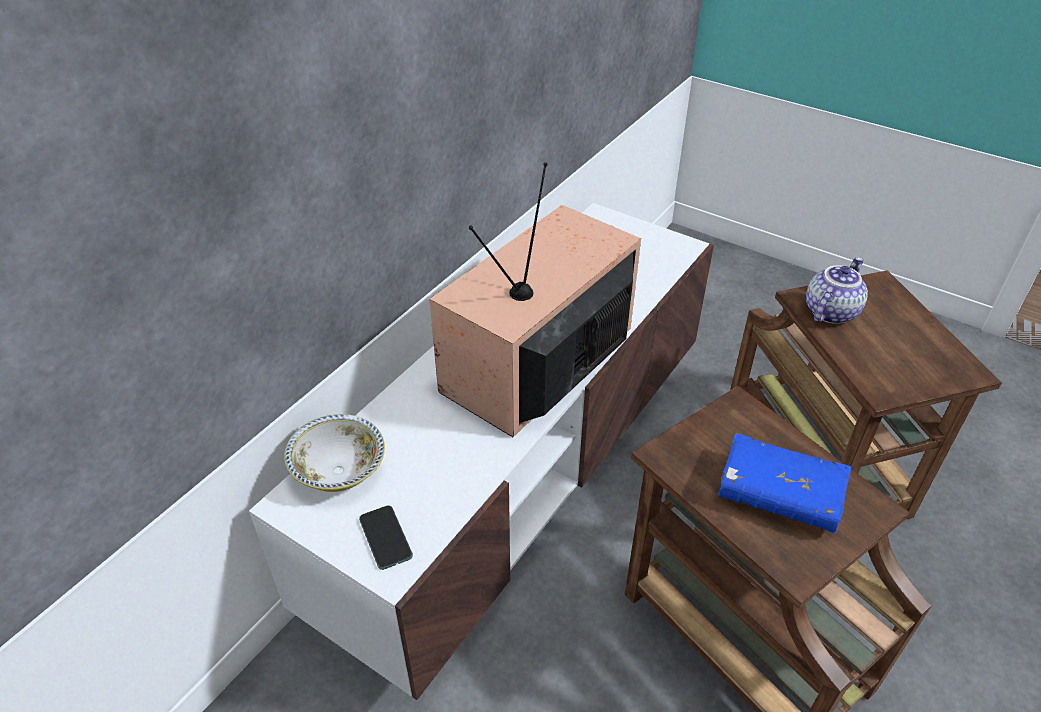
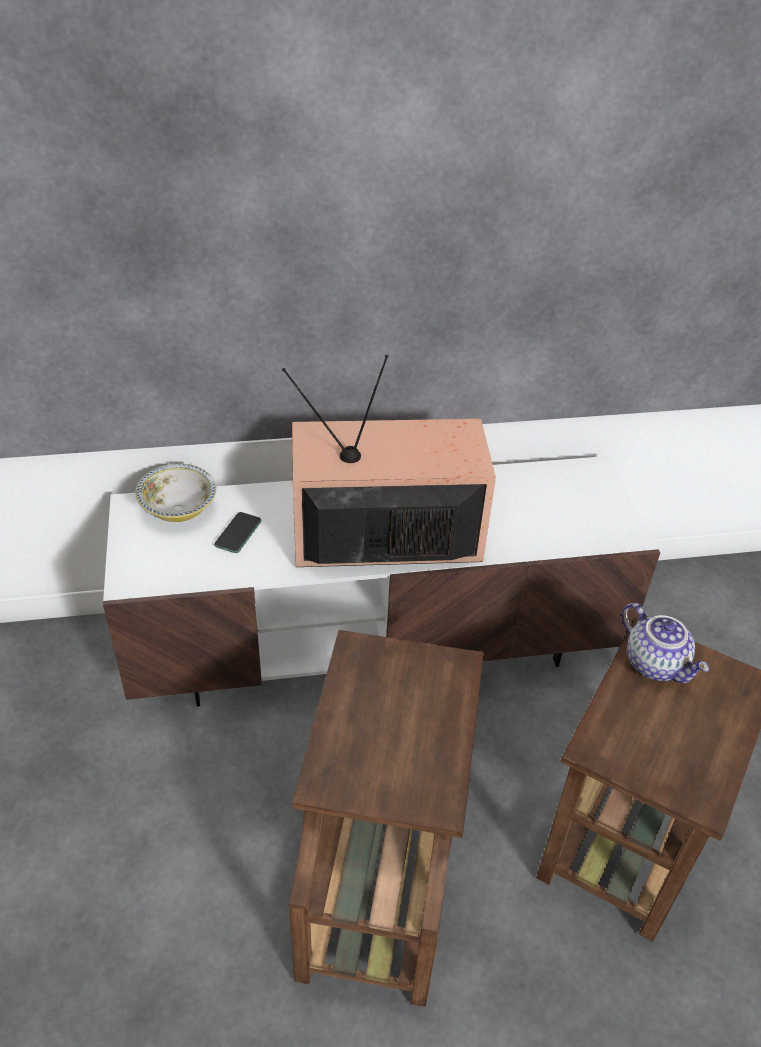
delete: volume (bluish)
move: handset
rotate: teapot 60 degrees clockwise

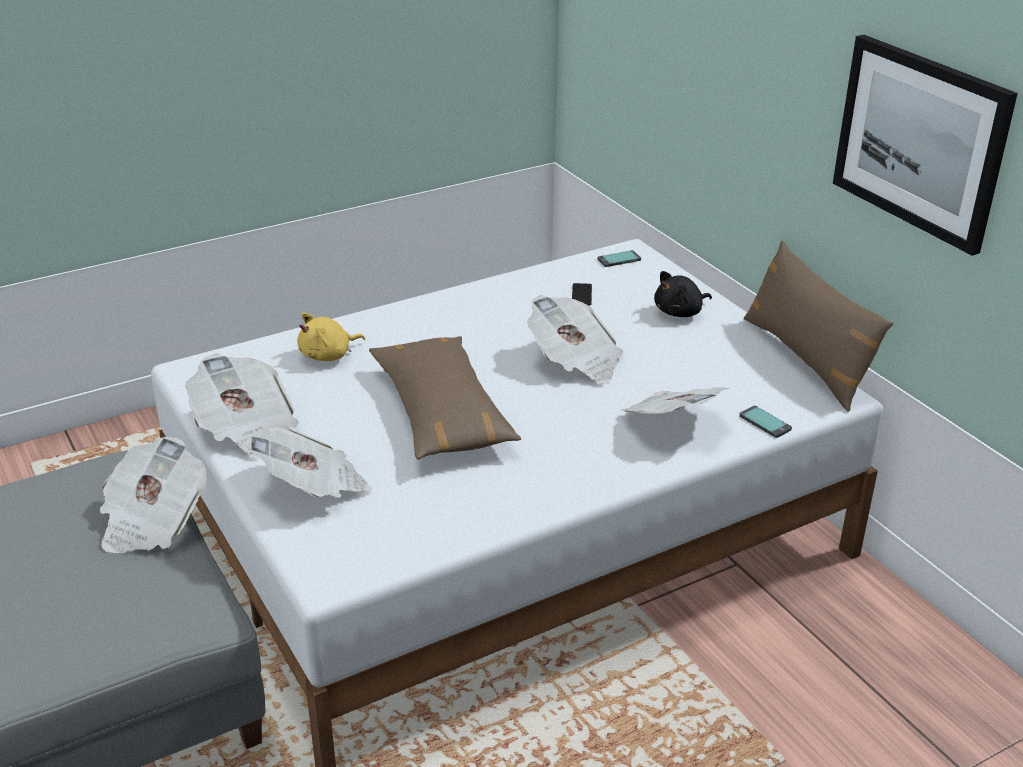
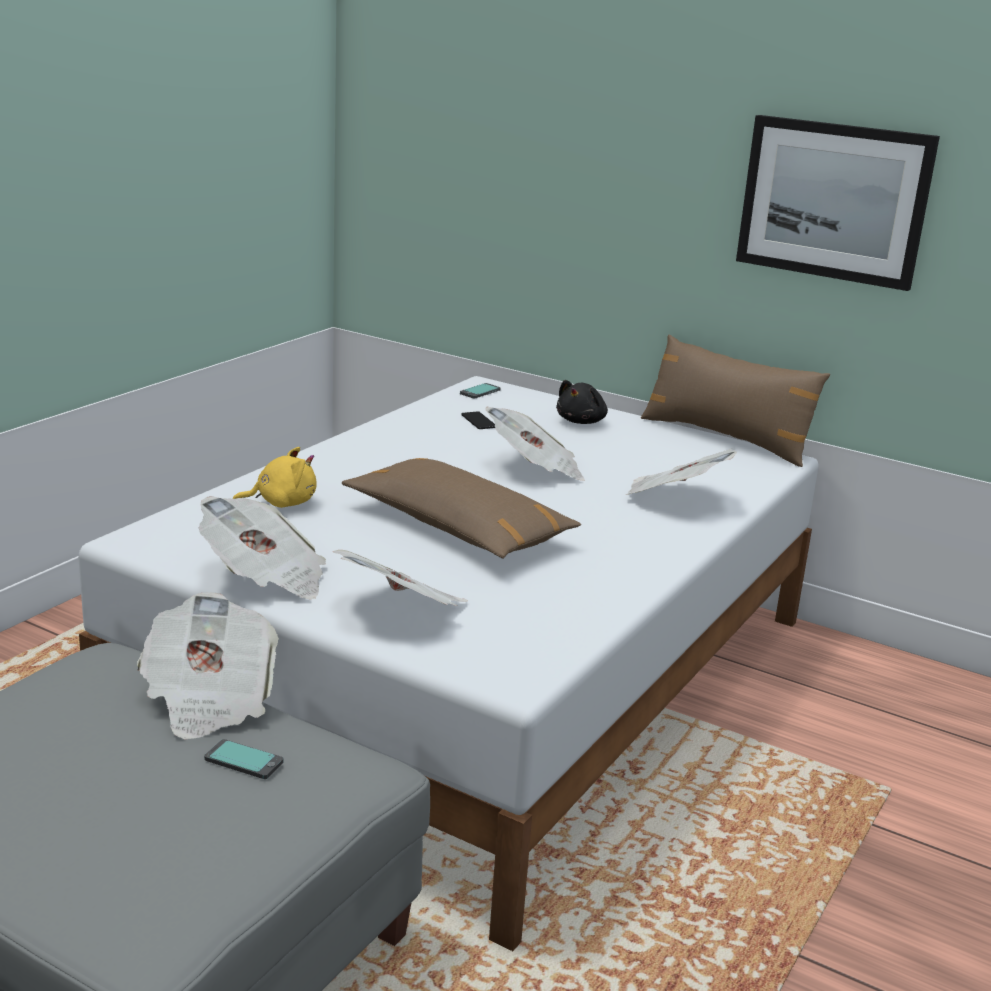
move: handset (3rd from left in the first image) to handset (1st from left)
rotate: cuddly toy (yellow) 135 degrees counterclockwise

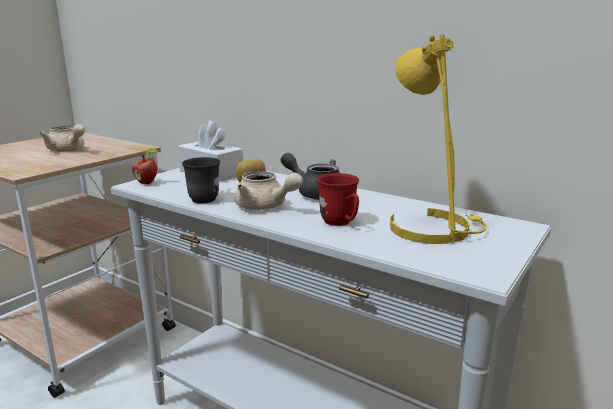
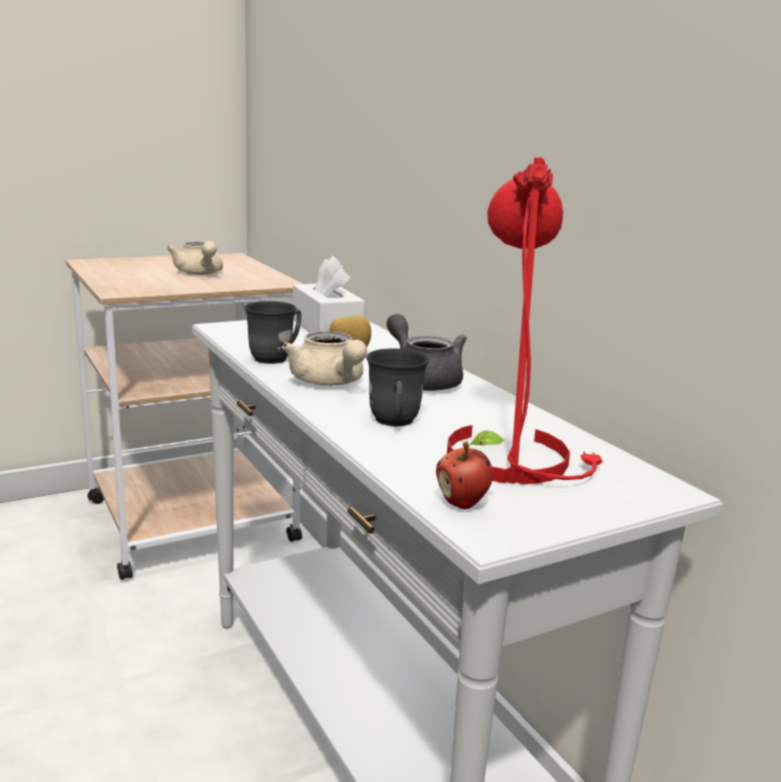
move: apple (1st from left in the first image) to apple (2nd from left)
recolor: tea mug (red-coloured) to tea mug (grey) (2nd from left); lamp for a table (yellow) to lamp for a table (red-coloured)

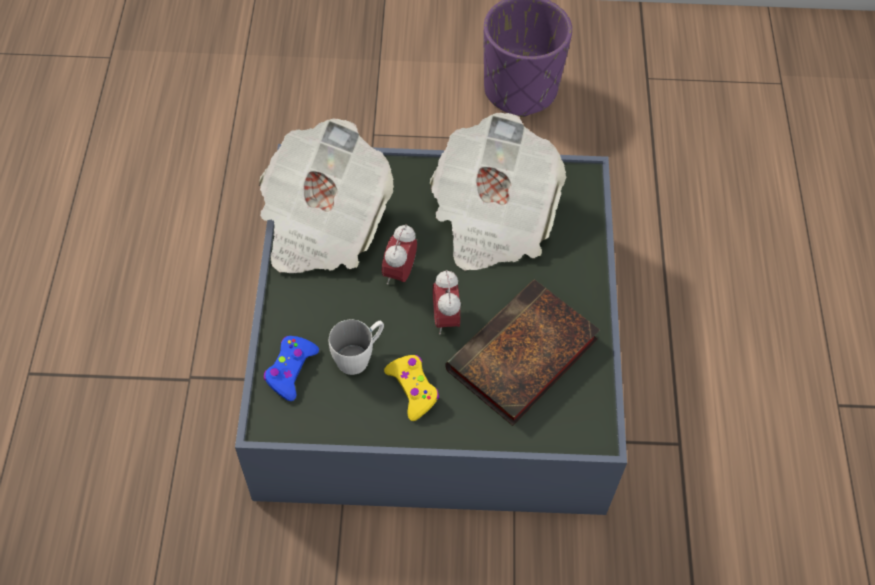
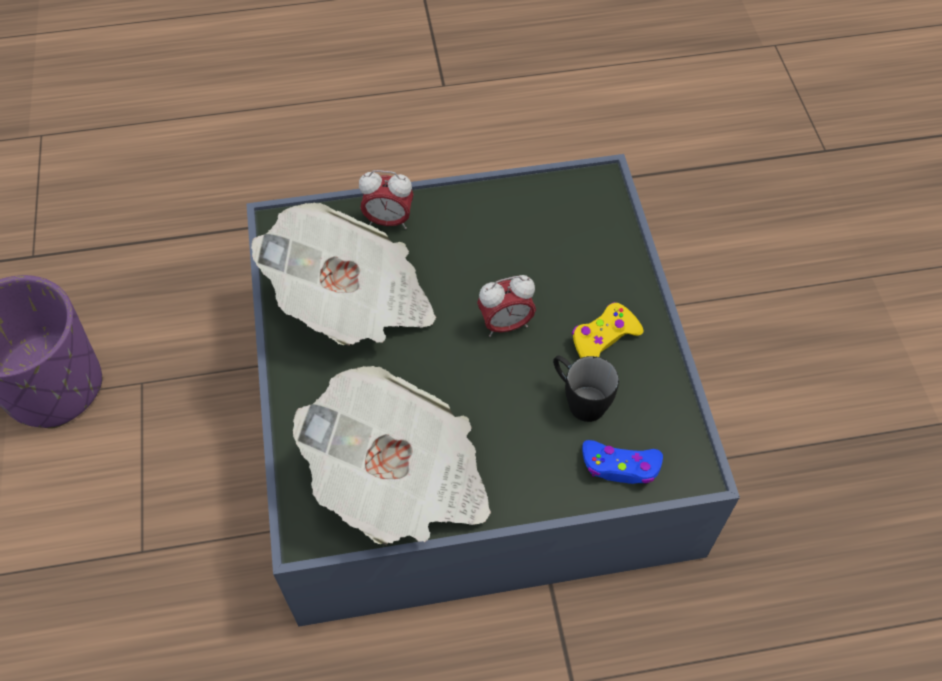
delete: volume
move: table clock (1st from left)
recolor: tea mug (white) to tea mug (black-coloured)

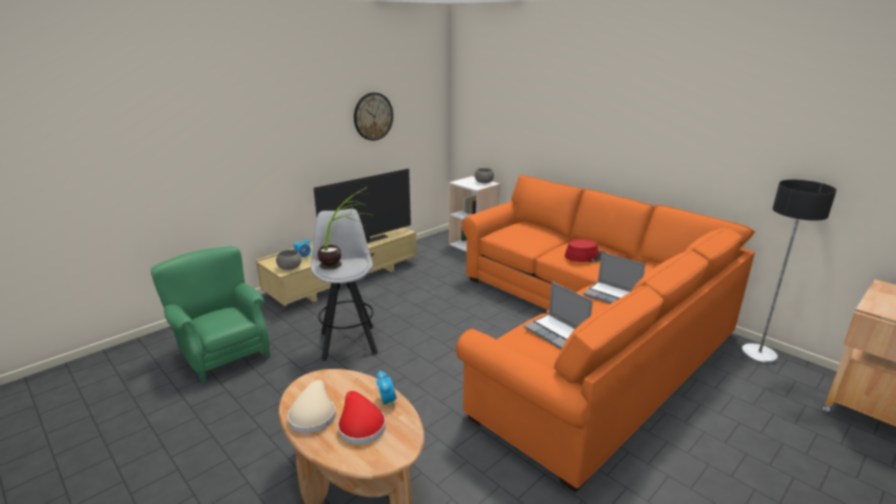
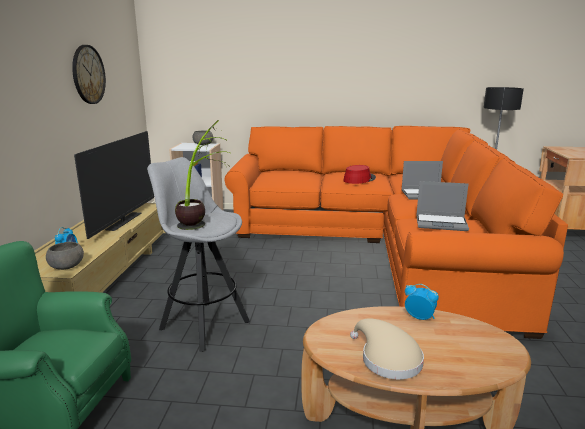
delete: clothing hat (red-coloured) (1st from left)

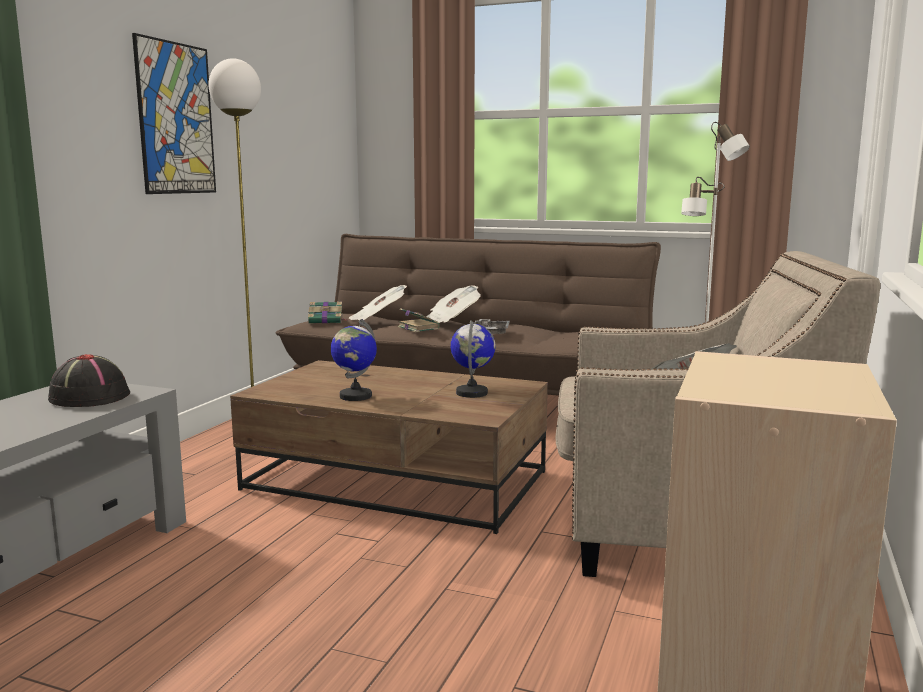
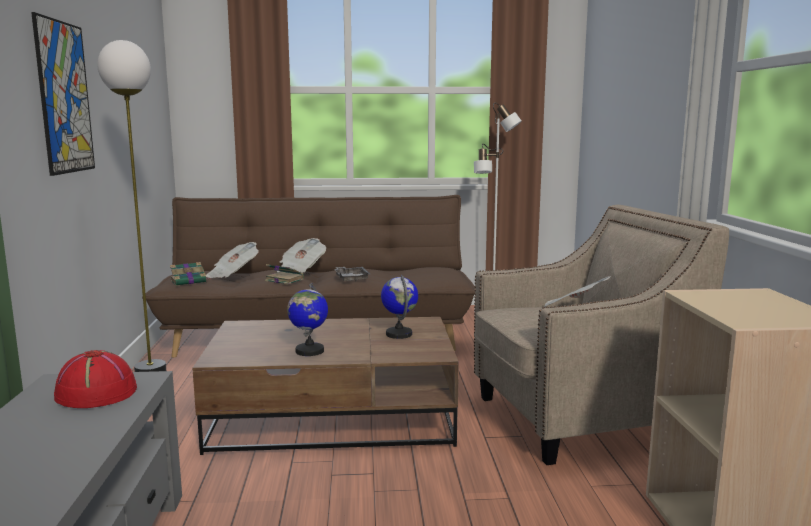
recolor: clothing hat (black-coloured) to clothing hat (red-coloured)

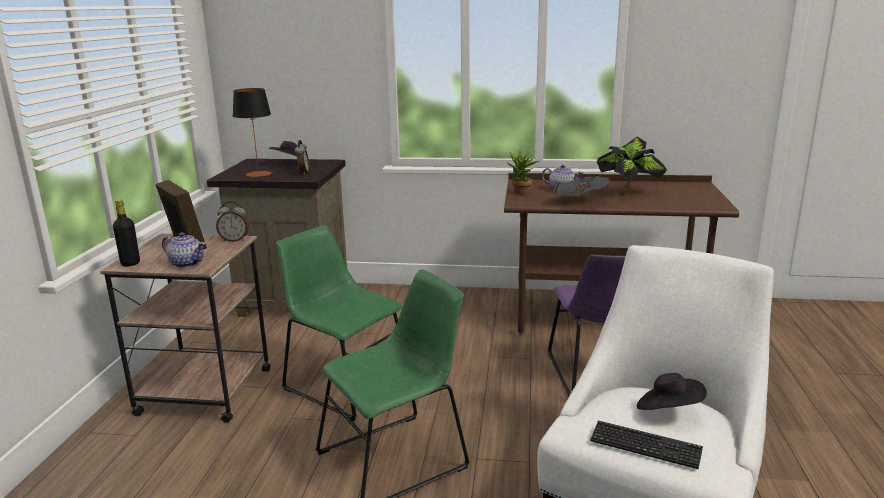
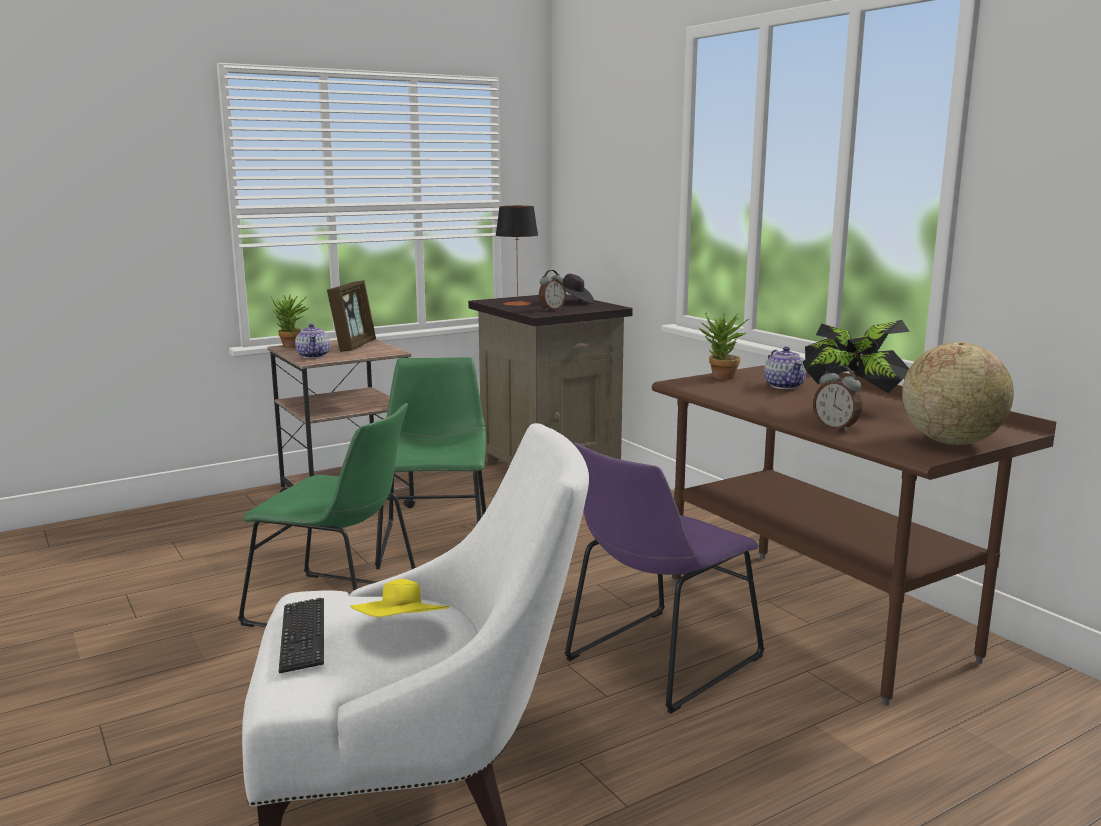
delete: printed paper
insert: globe
move: table clock (1st from left in the first image) to table clock (2nd from left)
replace: beverage bottle (black-coloured) to plant in a pot (1st from left)
recolor: clothing hat (black-coloured) (2nd from left) to clothing hat (yellow)

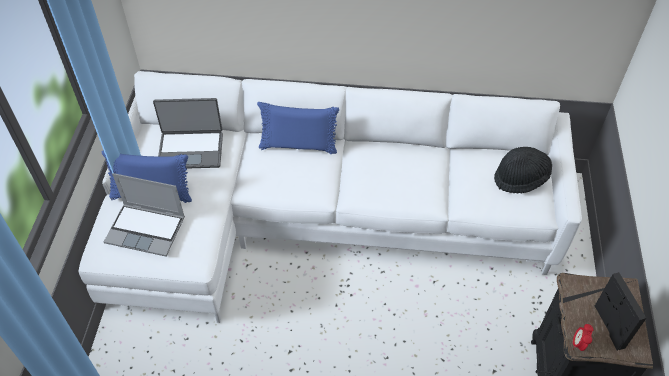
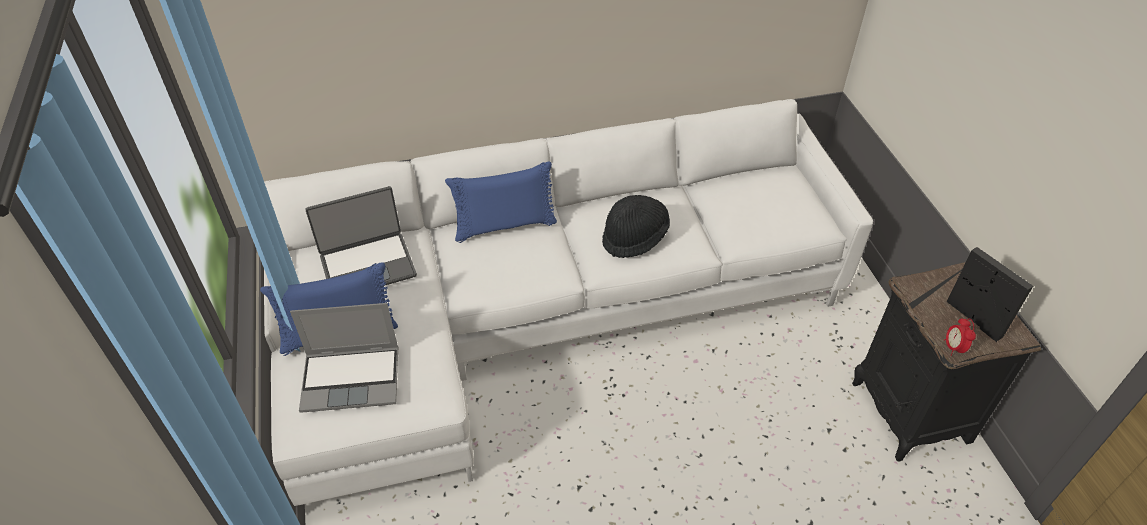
move: clothing hat (black-coloured)

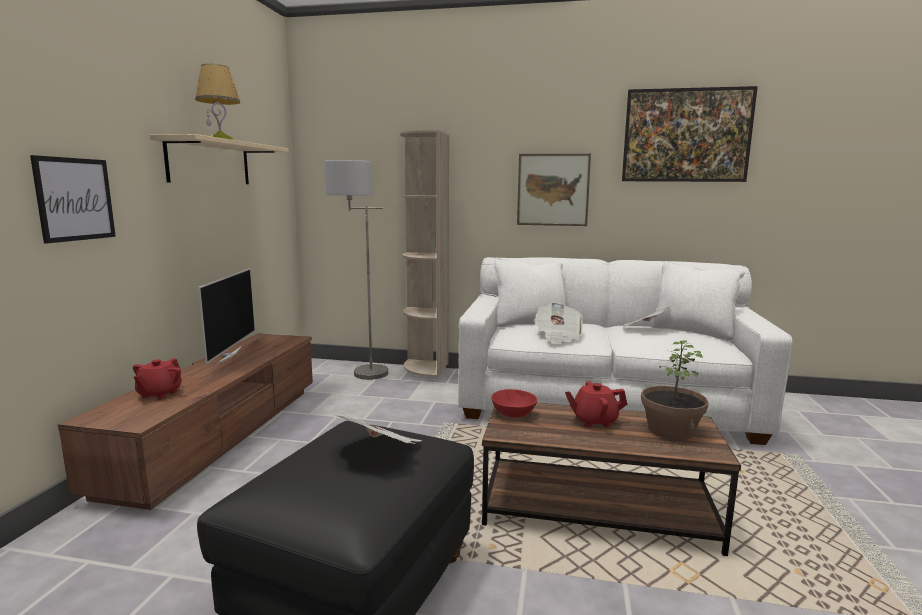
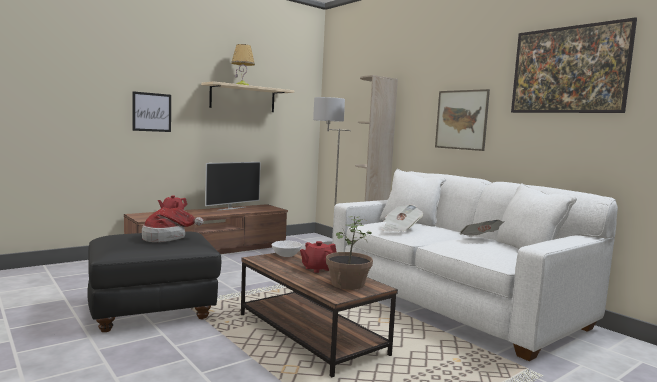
replace: printed paper (1st from left) to clothing hat
recolor: bowl (red-coloured) to bowl (white)
rotate: teapot (red-coloured) (2nd from left) 75 degrees counterclockwise

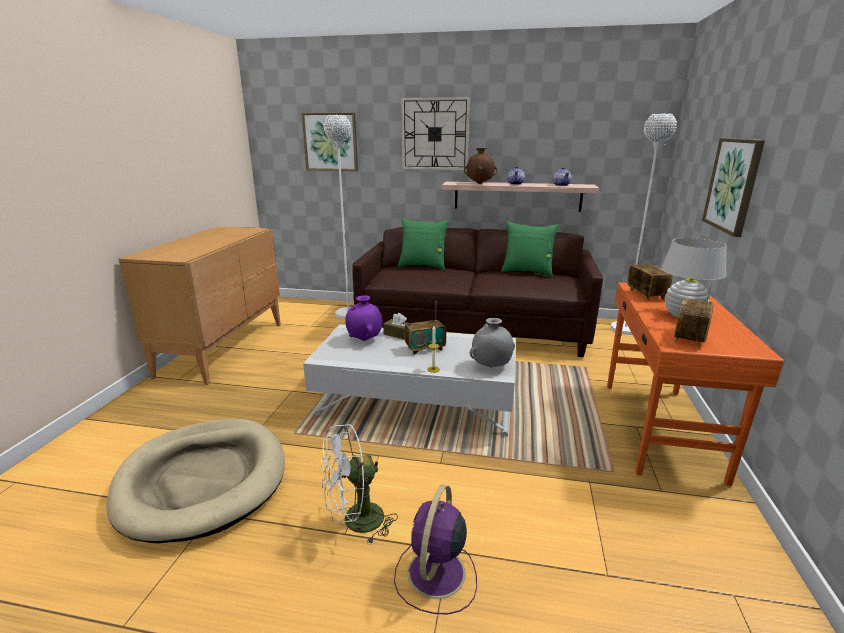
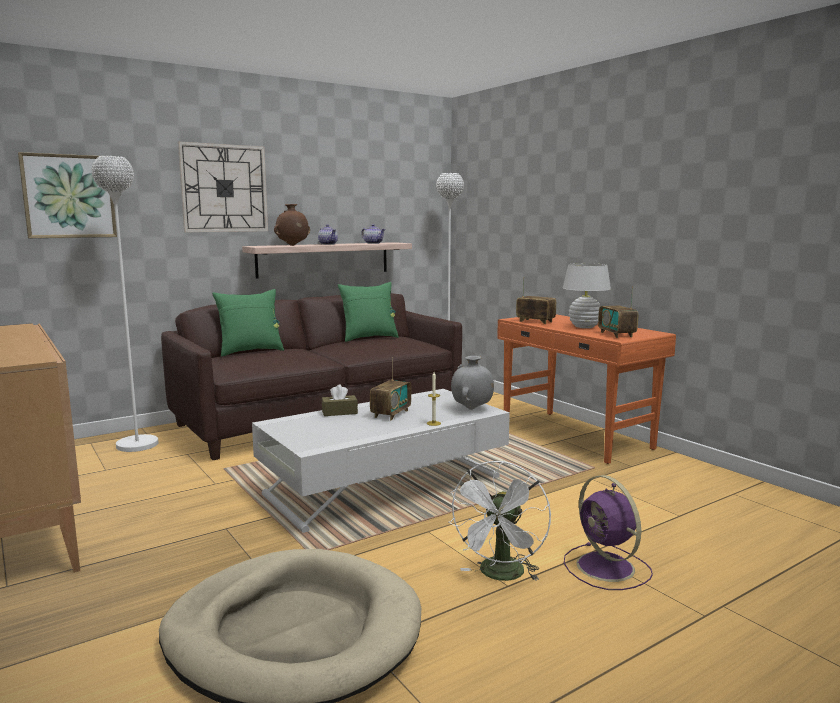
delete: flower vase (purple-coloured); wall art (2nd from left)

